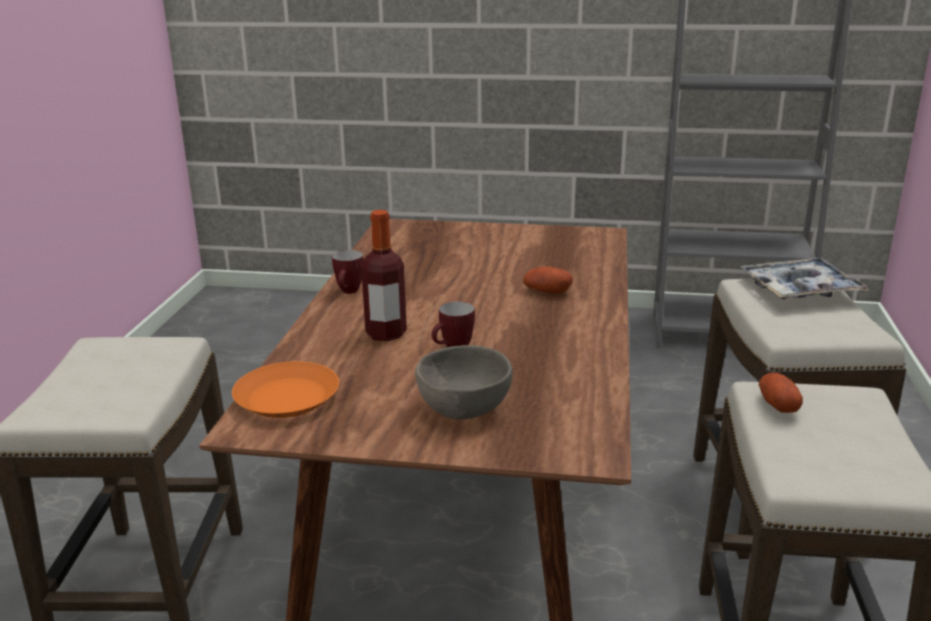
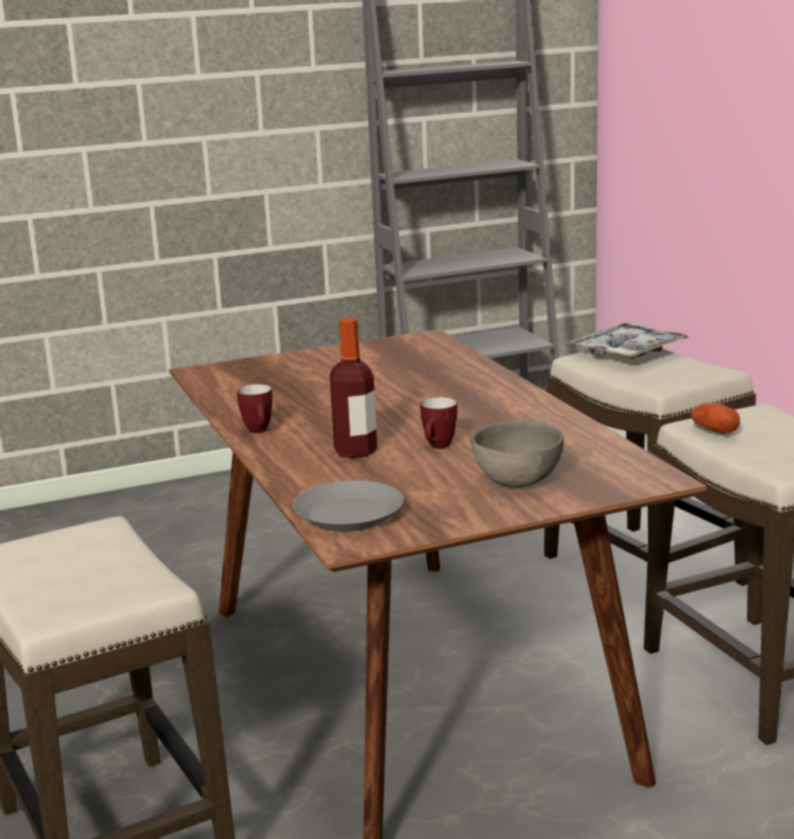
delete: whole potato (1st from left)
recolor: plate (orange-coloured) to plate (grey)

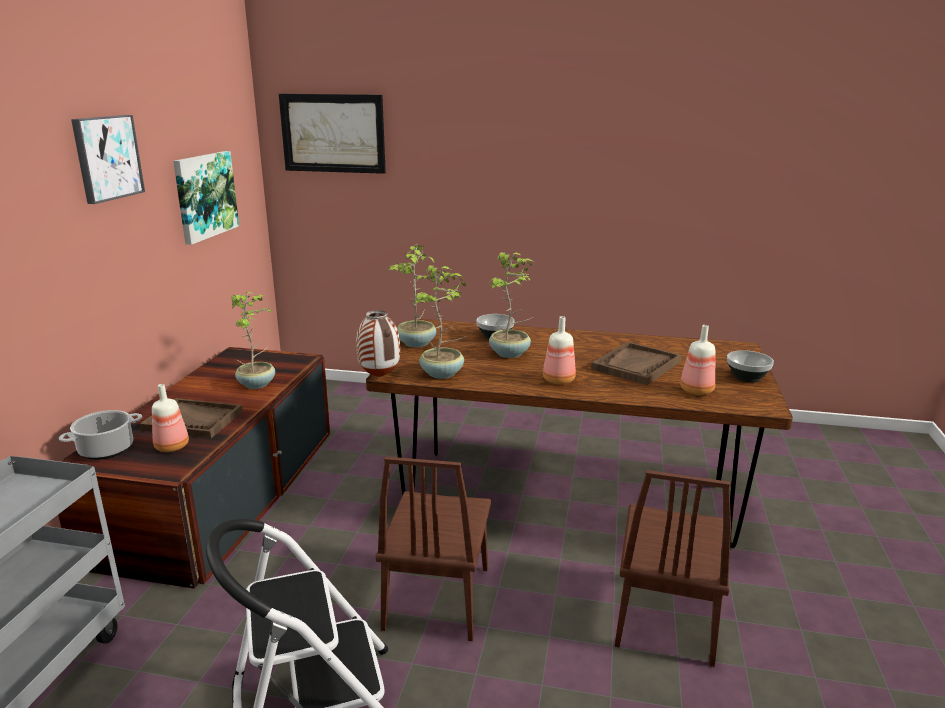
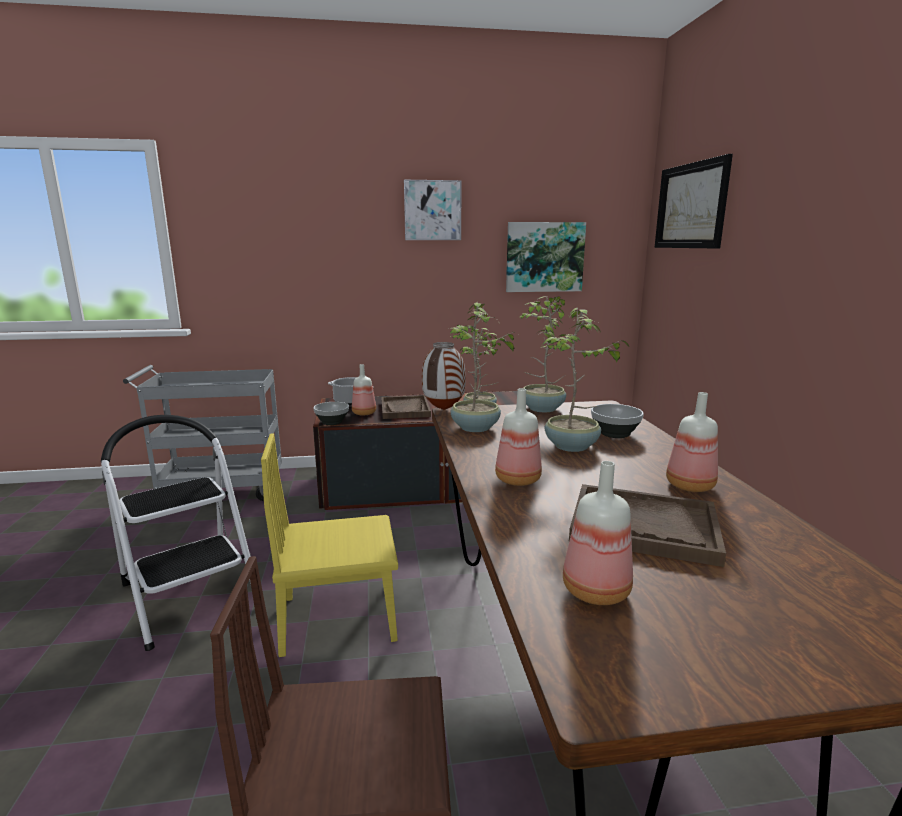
insert: beverage bottle (4th from left)
move: bowl (2nd from left in the first image) to bowl (1st from left)
recolor: chair (brown-coloured) (1st from left) to chair (yellow)

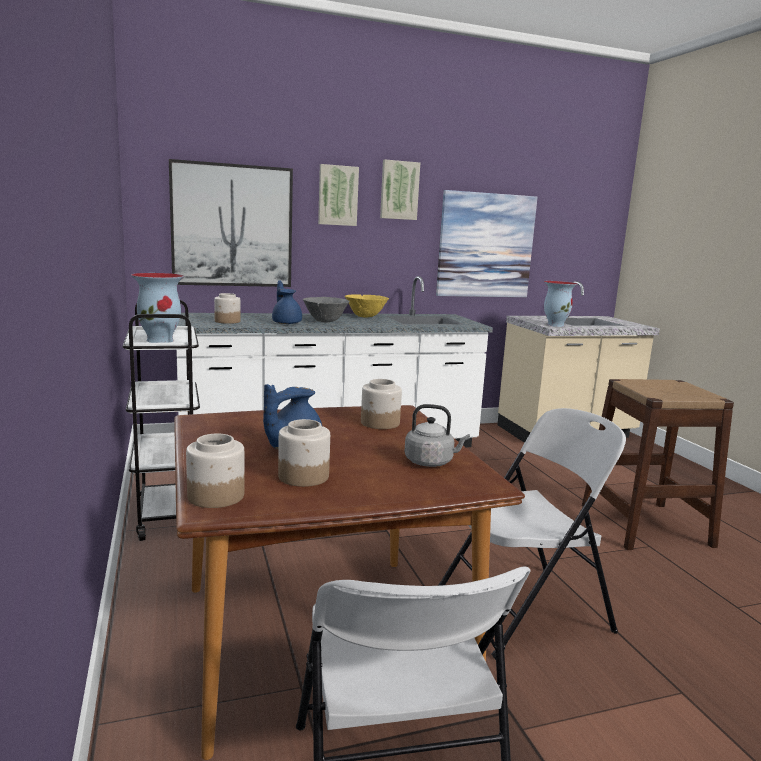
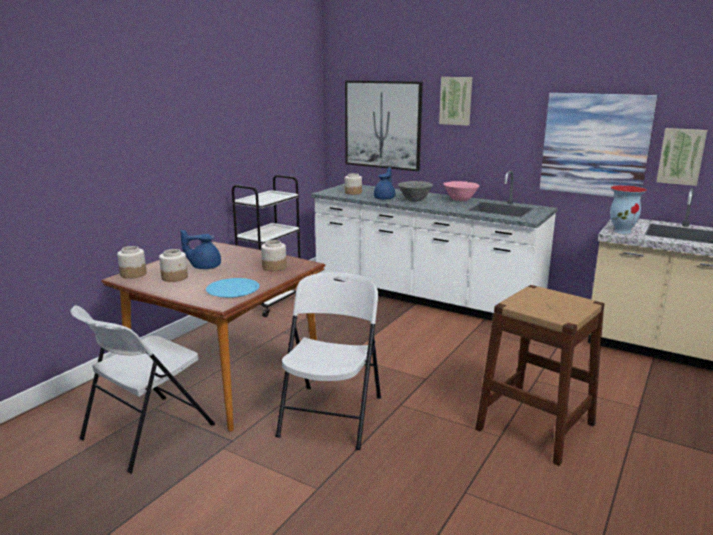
delete: flower vase (1st from left)
move: wall art (3rd from left in the first image) to wall art (4th from left)
replace: tea kettle (grey) to plate (bluish)
recolor: bowl (yellow) to bowl (pink)
rotate: chair (white) (2nd from left) 105 degrees counterclockwise

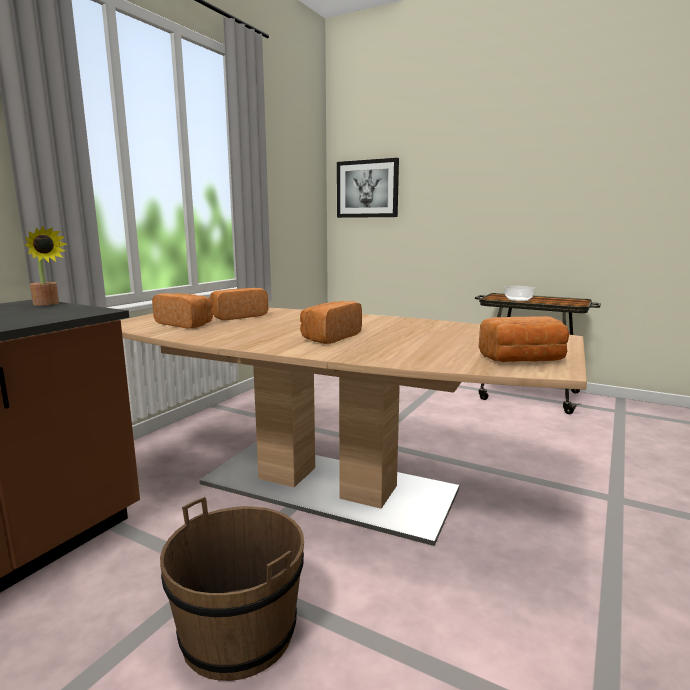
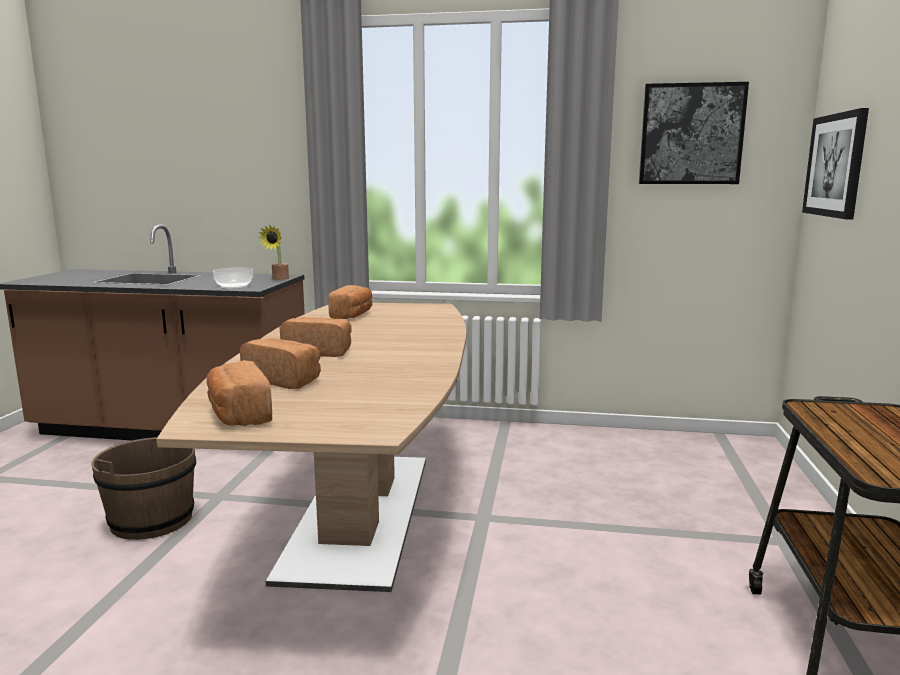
insert: wall art (1st from left)
move: bowl; bakery bread (2nd from left)

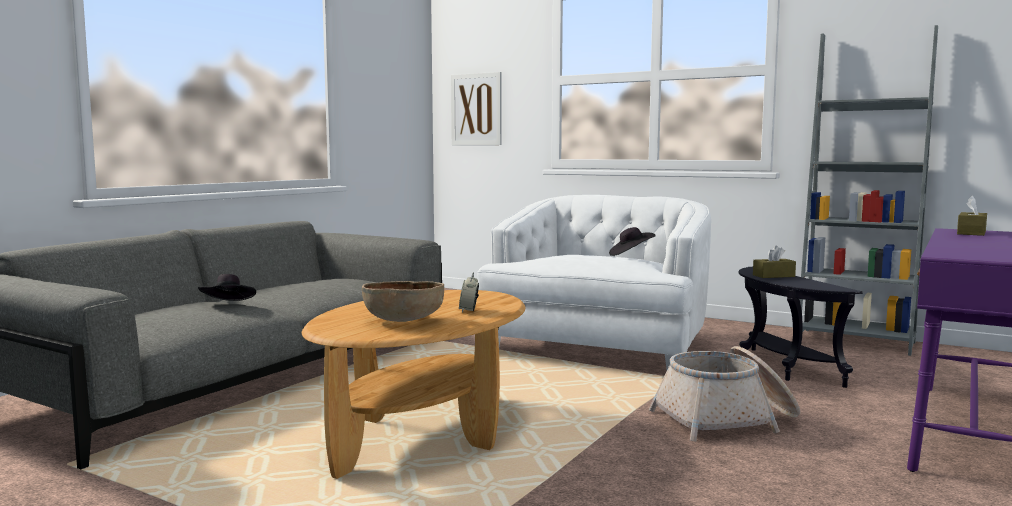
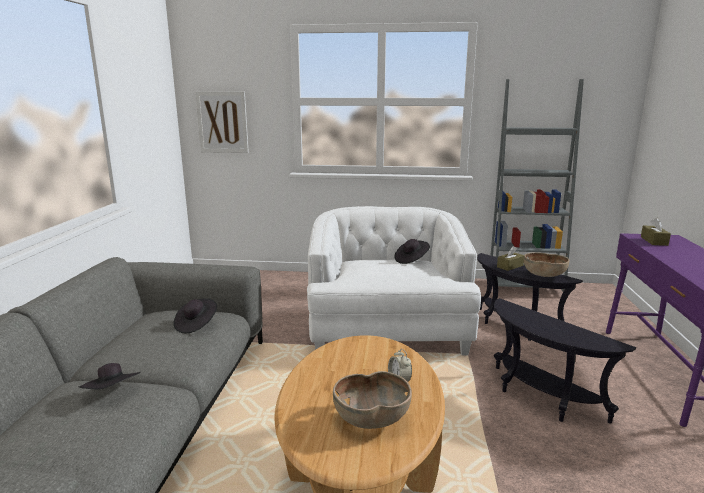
insert: clothing hat (black-coloured) (2nd from left); bowl (brown-coloured) (2nd from left)
replace: household basket to end table (black-coloured) (2nd from left)

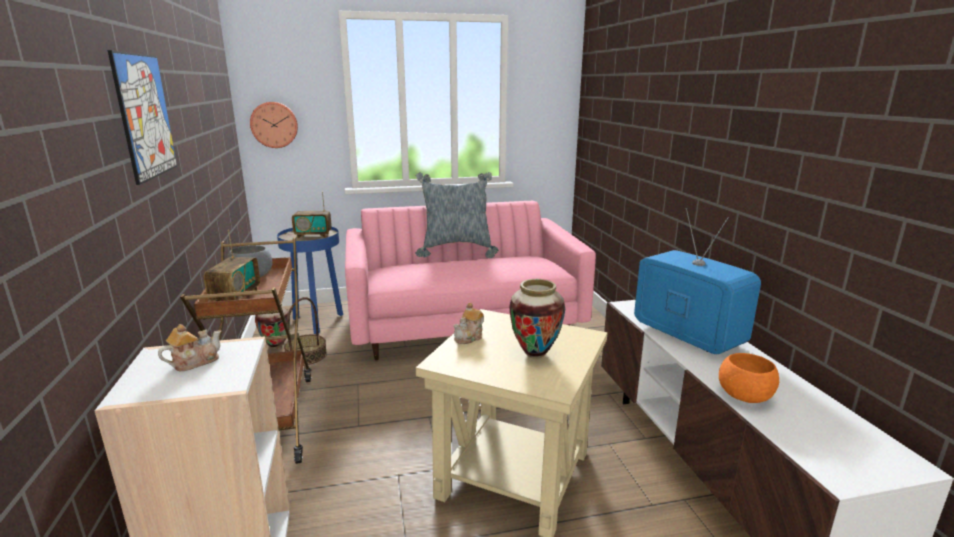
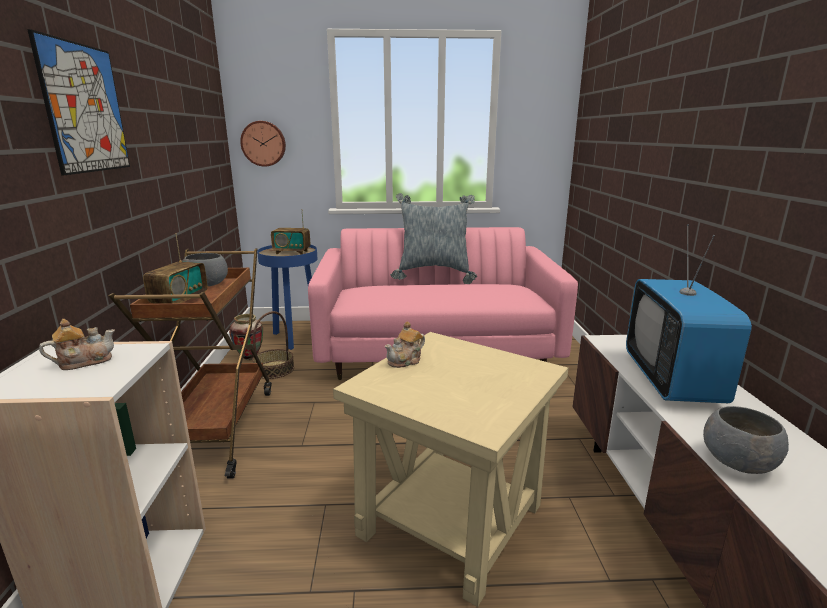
delete: flower vase (2nd from left)
recolor: bowl (orange-coloured) to bowl (grey) (2nd from left)
rotate: TV 150 degrees counterclockwise

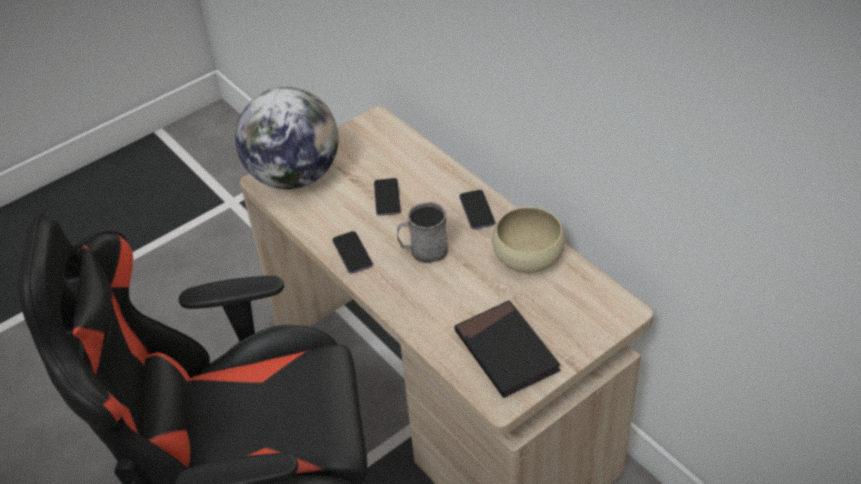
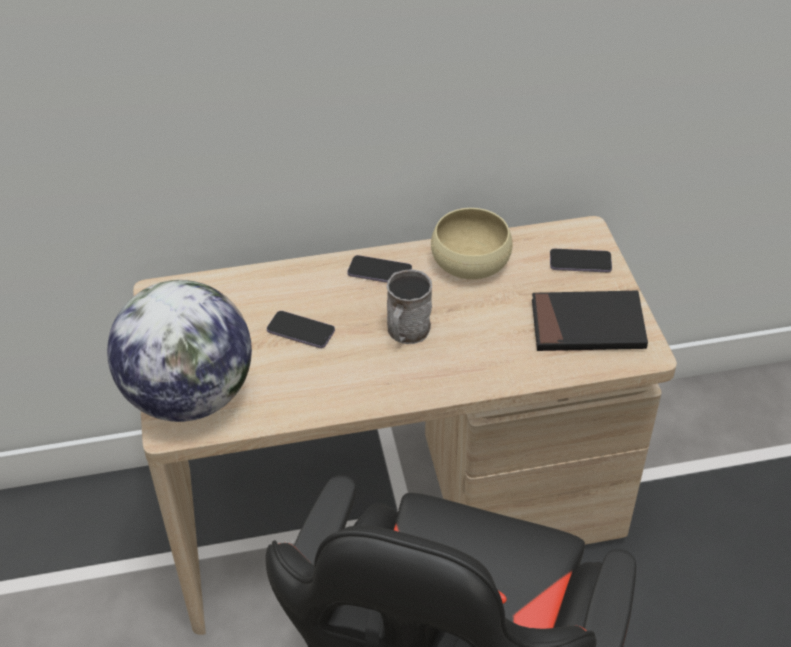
move: handset (1st from left in the first image) to handset (3rd from left)

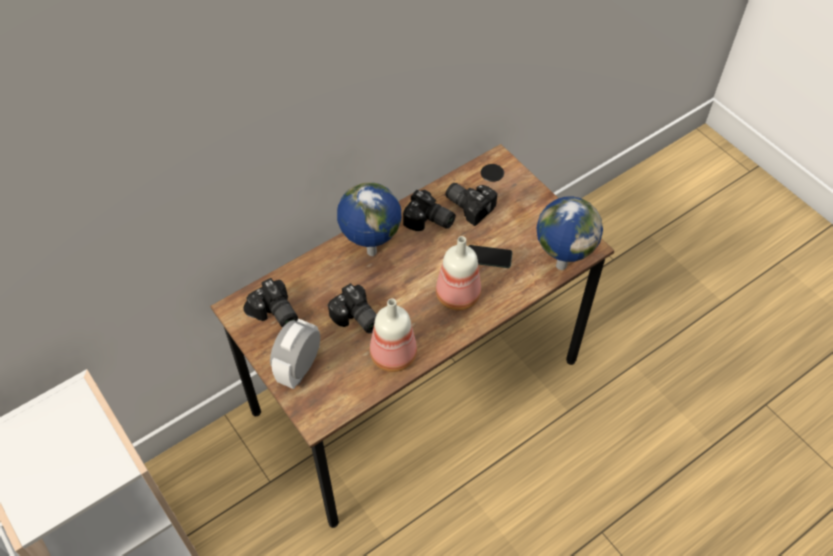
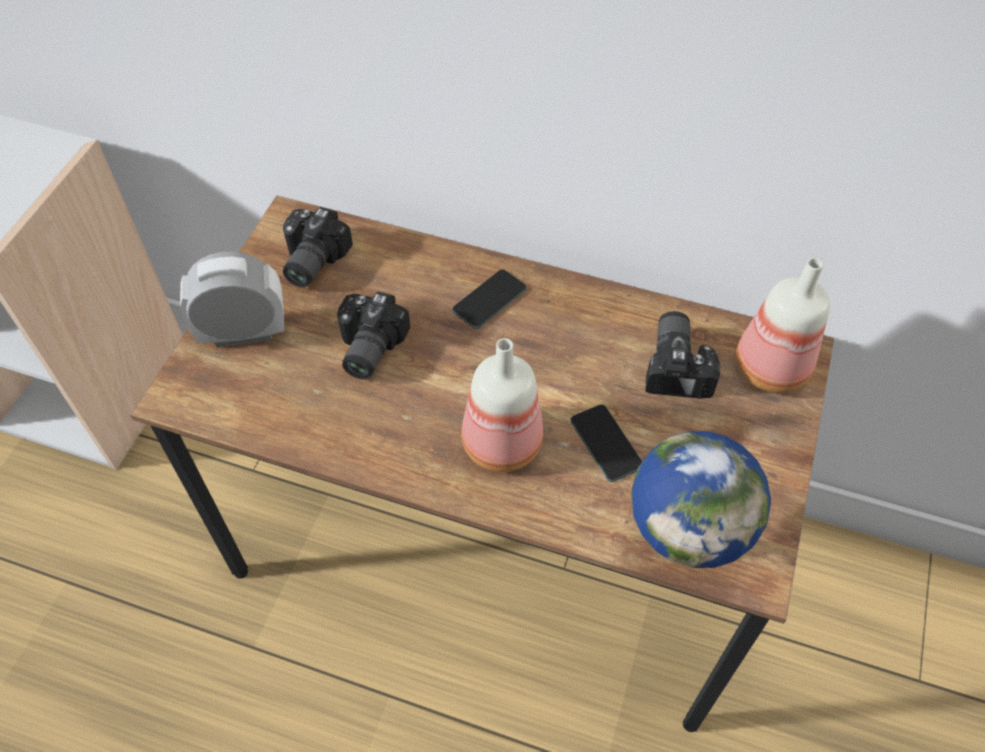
delete: still camera (3rd from left)
move: beverage bottle (1st from left in the first image) to beverage bottle (2nd from left)
replace: globe (1st from left) to handset (1st from left)

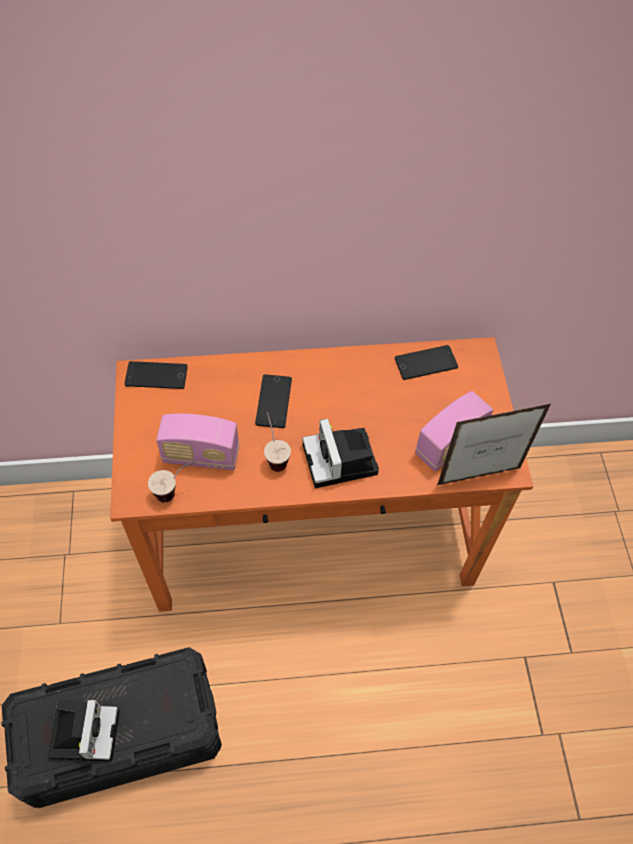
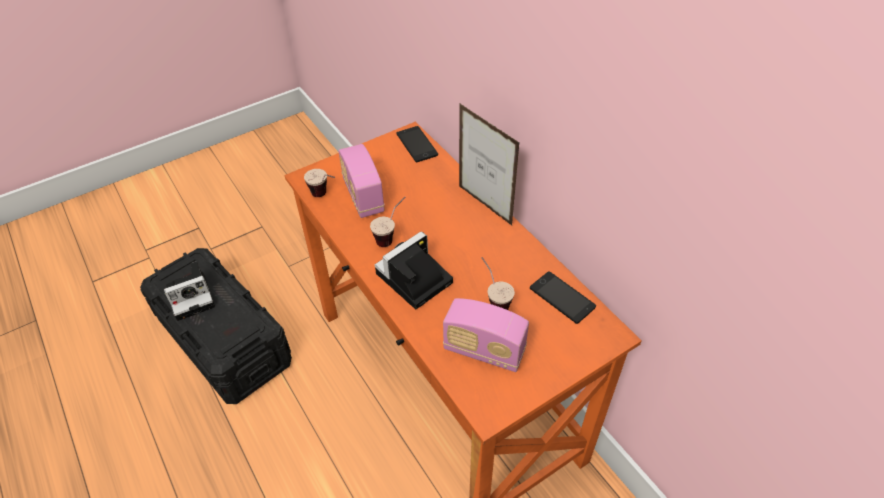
delete: handset (2nd from left)
insert: small cup (3rd from left)
move: picture frame

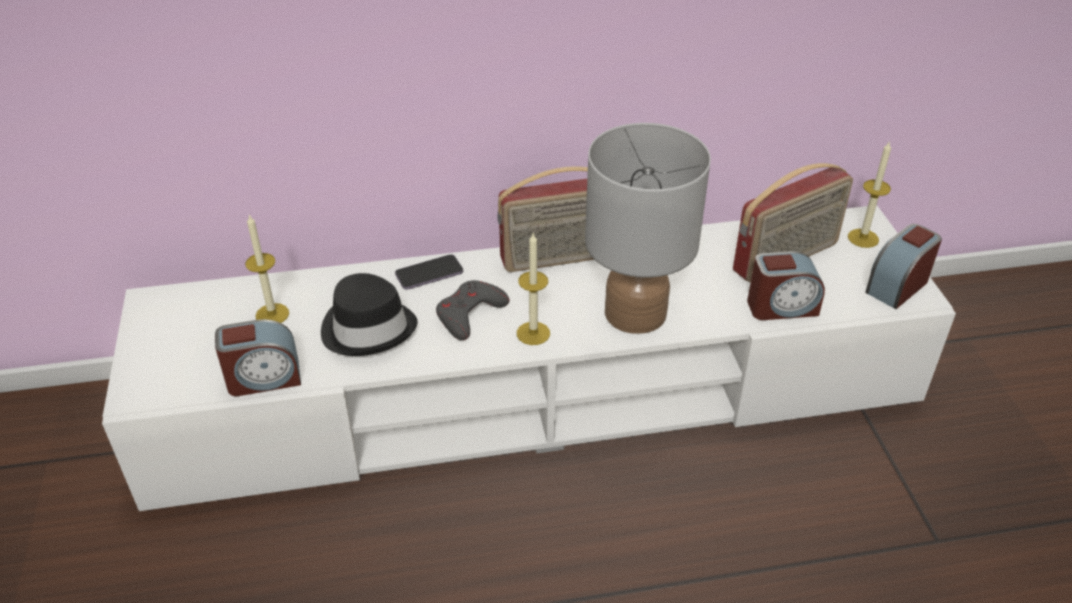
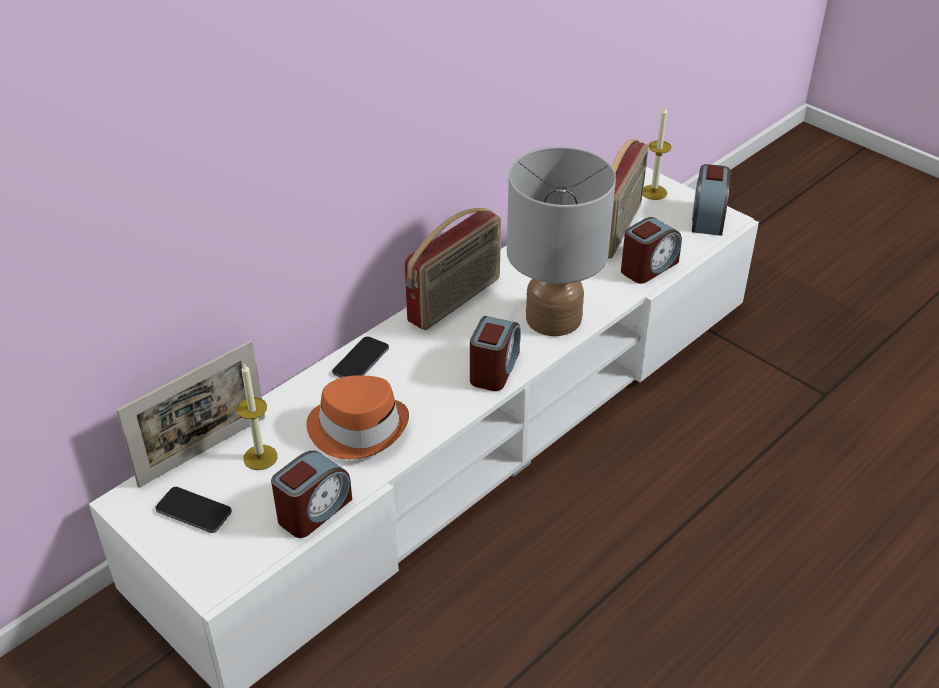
delete: gamepad (grey)
insert: picture frame; handset (1st from left)
replace: wax light (2nd from left) to table clock (2nd from left)
recolor: clothing hat (black-coloured) to clothing hat (orange-coloured)

